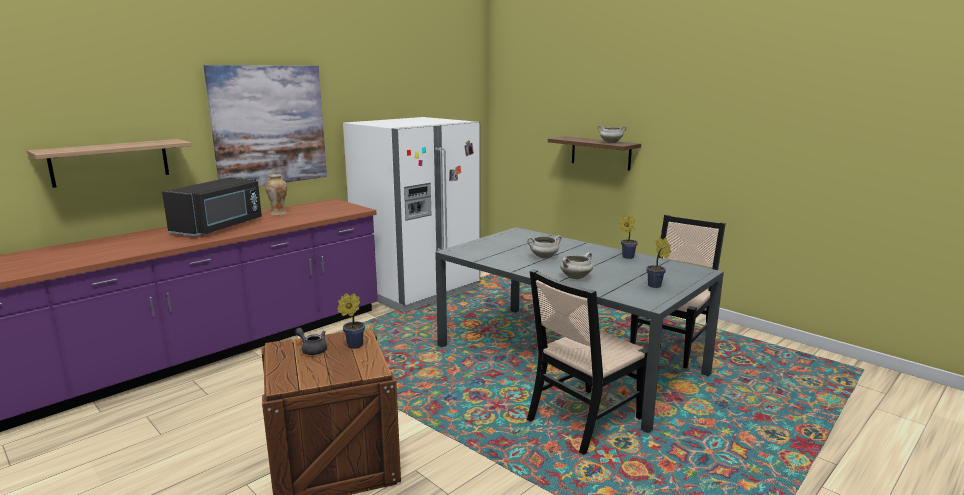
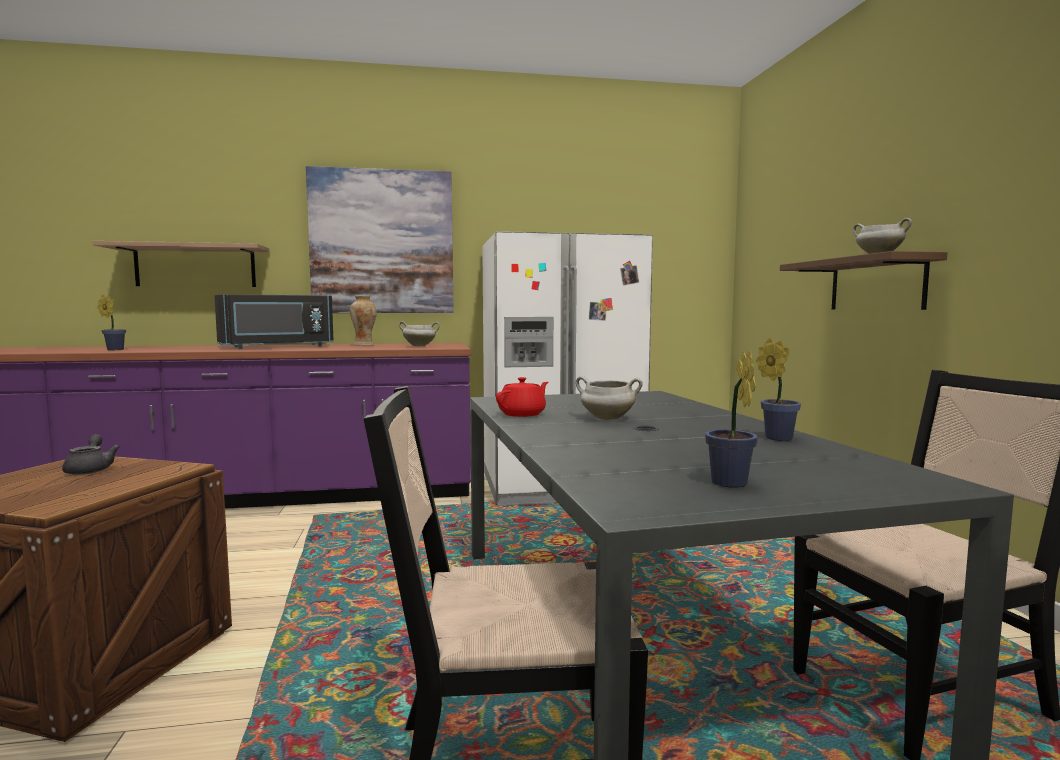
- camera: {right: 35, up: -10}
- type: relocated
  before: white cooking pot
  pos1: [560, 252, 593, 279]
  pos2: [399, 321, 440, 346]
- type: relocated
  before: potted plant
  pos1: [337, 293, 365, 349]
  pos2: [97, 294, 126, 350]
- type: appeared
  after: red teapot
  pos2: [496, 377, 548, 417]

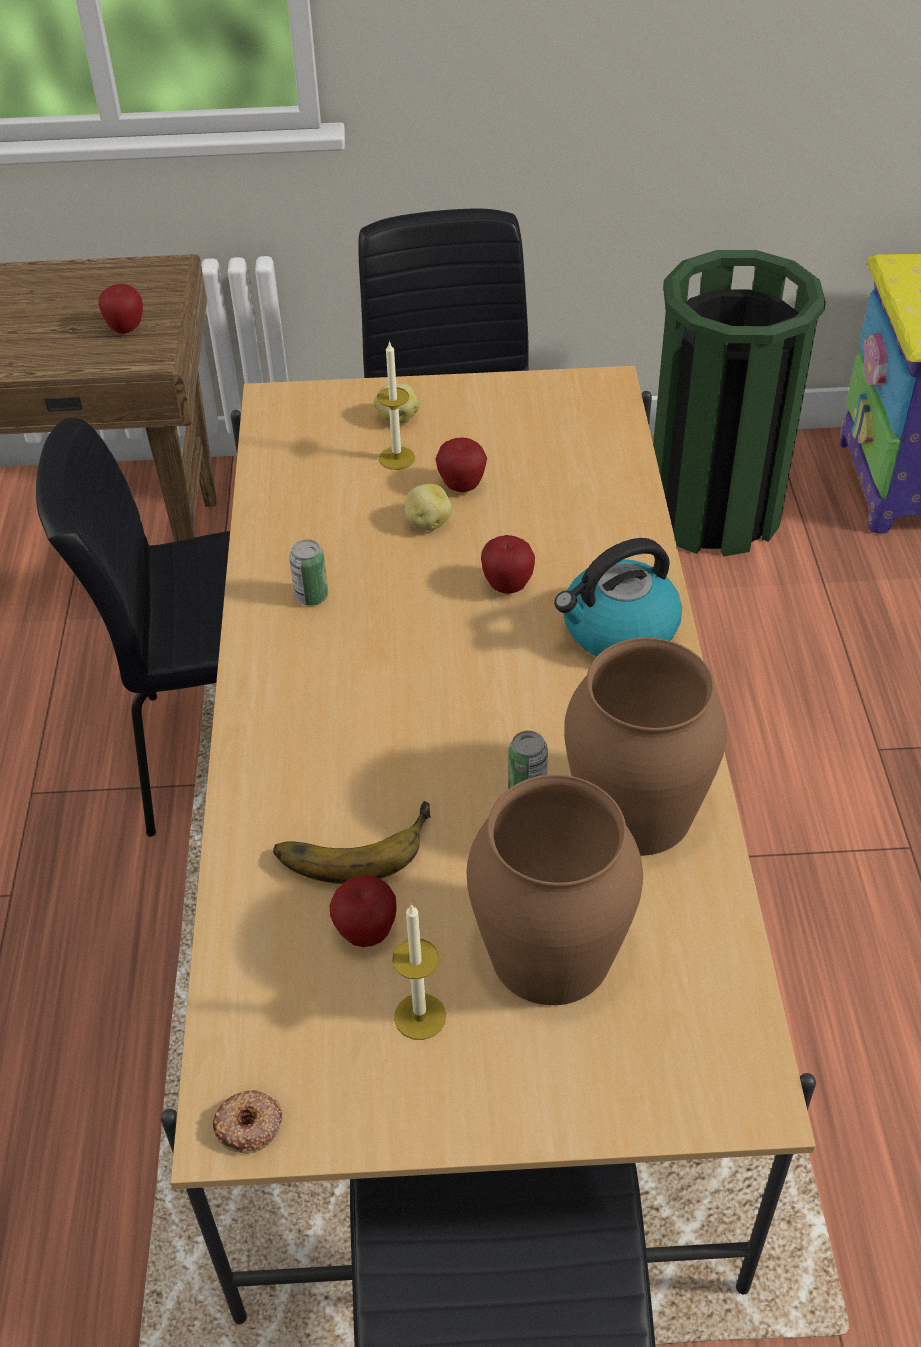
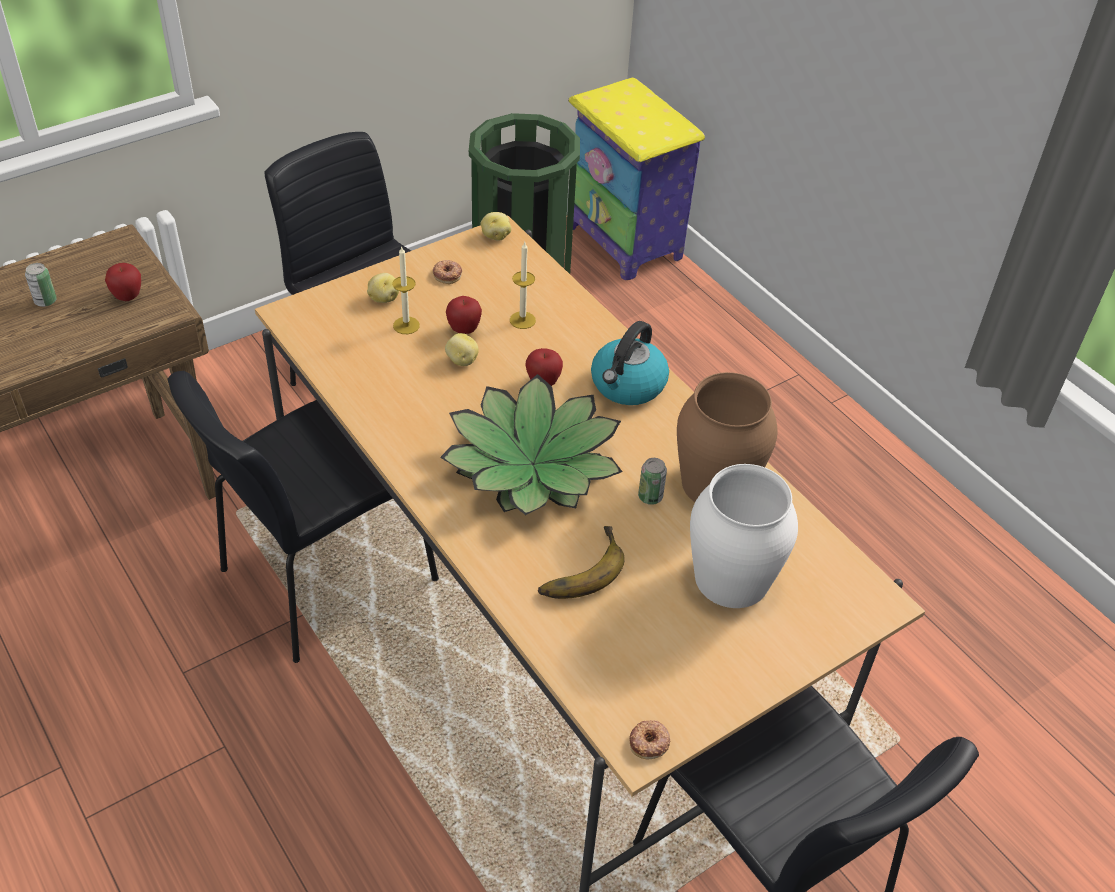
- camera: {right: -35, up: 0}
- type: relocated
  before: can
  pos1: [289, 539, 328, 606]
  pos2: [25, 263, 57, 307]
- type: colour
  before: brown vase
  after: white vase
  pos1: [467, 775, 643, 1005]
  pos2: [690, 464, 798, 608]
- type: missing
  before: apple
  pos1: [330, 875, 397, 947]
- type: relocated
  before: candle
  pos1: [392, 903, 446, 1040]
  pos2: [510, 242, 536, 329]
- type: appeared
  after: potato
  pos2: [480, 212, 511, 241]
- type: appeared
  after: donut
  pos2: [433, 260, 463, 284]
- type: appeared
  after: potted plant
  pos2: [440, 374, 623, 515]

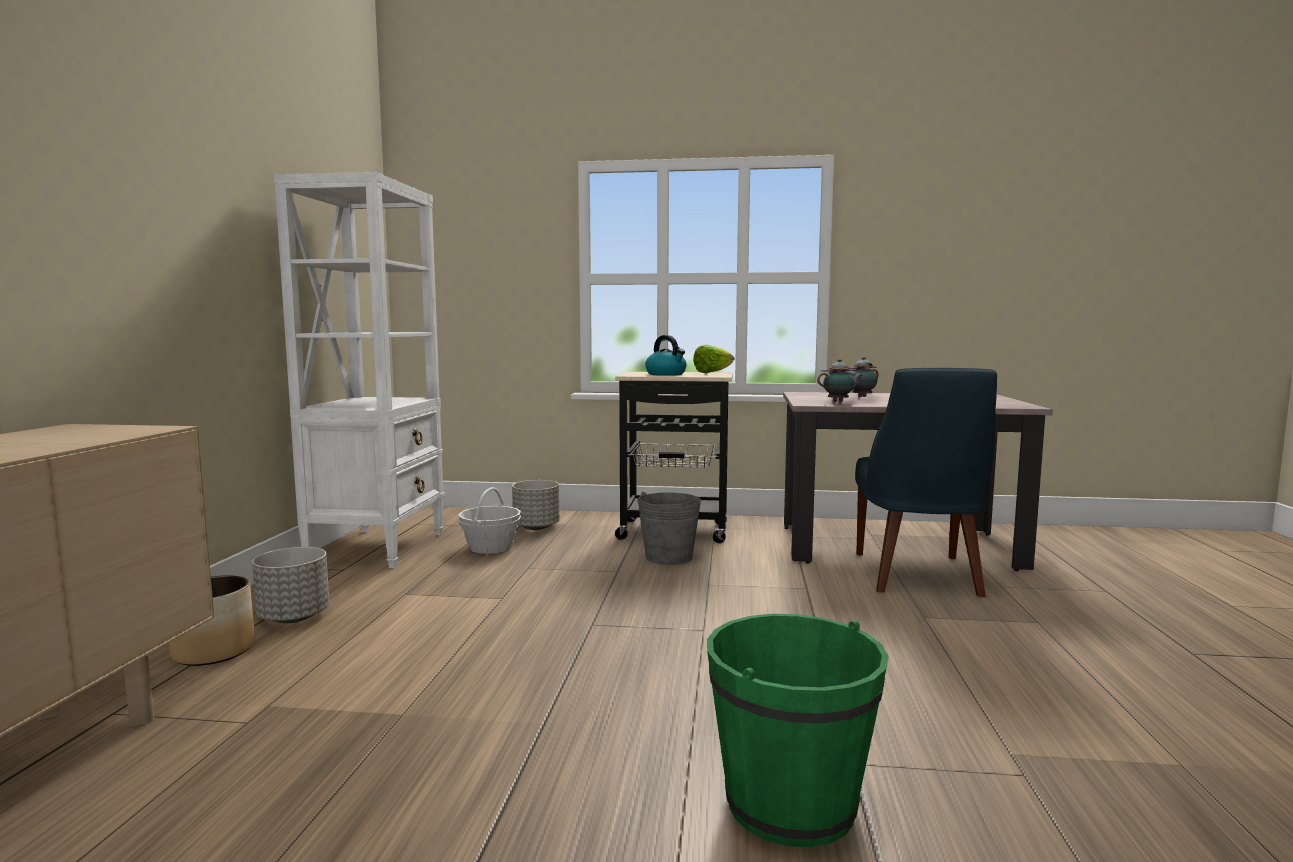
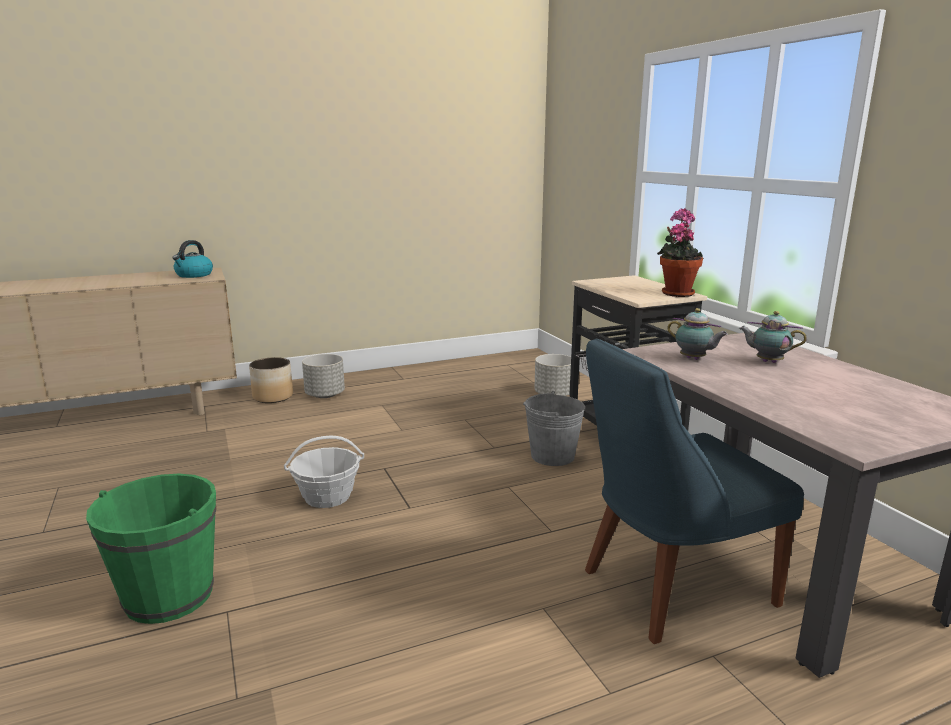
- camera: {right: 60, up: 10}
- type: missing
  before: white bookcase
  pos1: [274, 172, 445, 568]
- type: relocated
  before: kettle
  pos1: [645, 335, 687, 376]
  pos2: [172, 240, 213, 278]
- type: exchanged
  before: lettuce
  after: potted plant
  pos1: [693, 345, 734, 373]
  pos2: [657, 208, 704, 297]
- type: relocated
  before: basket
  pos1: [458, 487, 521, 554]
  pos2: [284, 436, 364, 508]

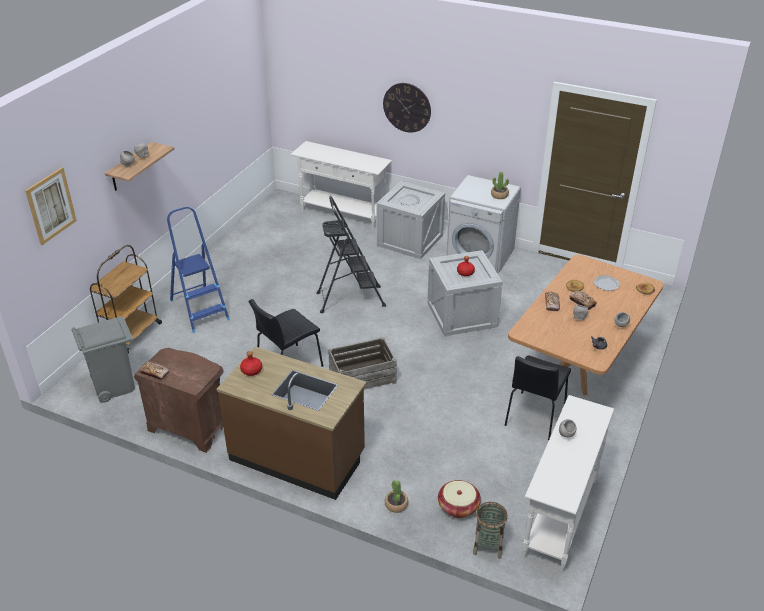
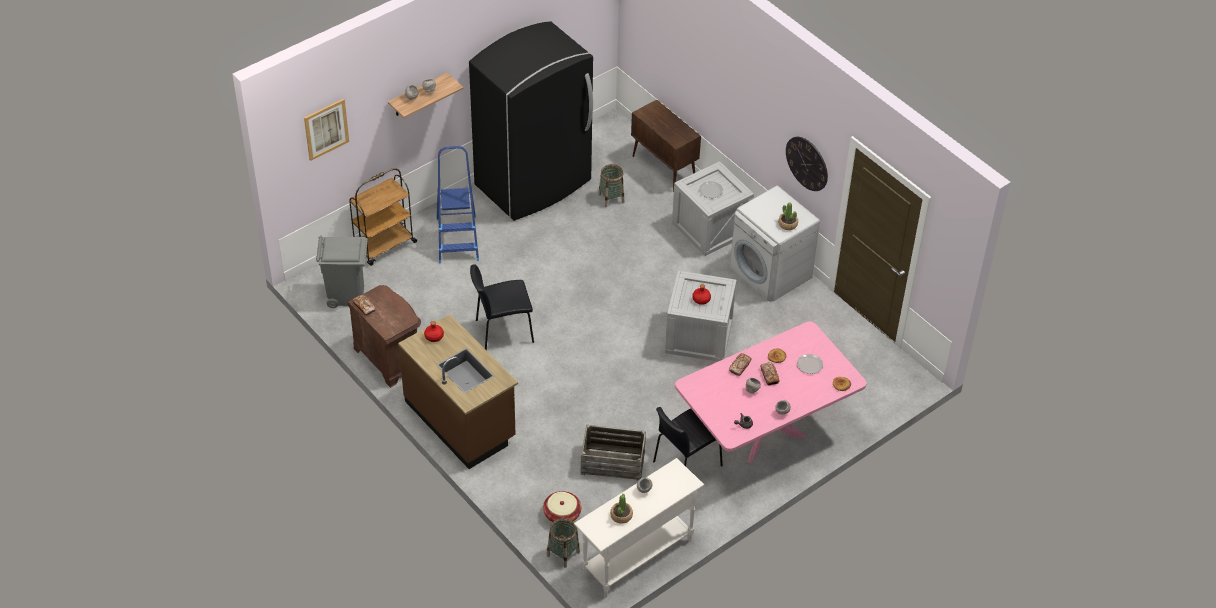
- camera: {right: 25, up: 10}
- type: relocated
  before: wall clock
  pos1: [383, 83, 431, 133]
  pos2: [786, 137, 828, 191]
- type: exchanged
  before: white console table
  after: brown cabinet
  pos1: [290, 141, 392, 229]
  pos2: [631, 100, 701, 192]
- type: missing
  before: step ladder
  pos1: [316, 196, 386, 313]
- type: colour
  before: brown dining table
  after: pink dining table
  pos1: [508, 254, 664, 396]
  pos2: [675, 322, 867, 463]
- type: relocated
  before: crate
  pos1: [328, 337, 397, 390]
  pos2: [581, 425, 646, 481]
- type: relocated
  before: potted plant
  pos1: [385, 480, 408, 513]
  pos2: [610, 494, 633, 524]
- type: appeared
  after: black fridge
  pos2: [469, 21, 593, 221]
- type: appeared
  after: basket
  pos2: [598, 164, 624, 207]

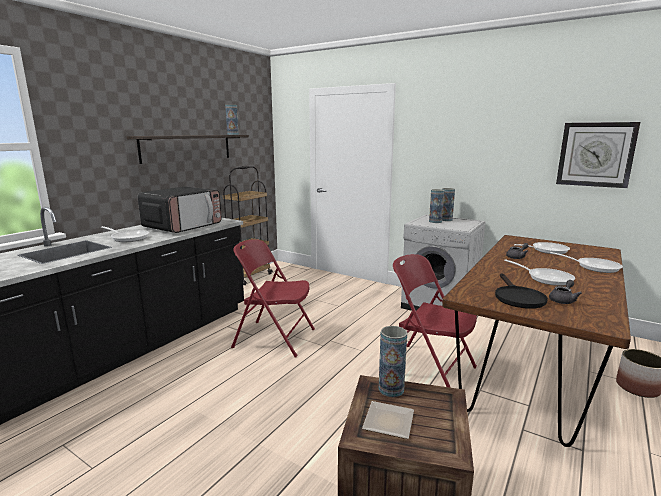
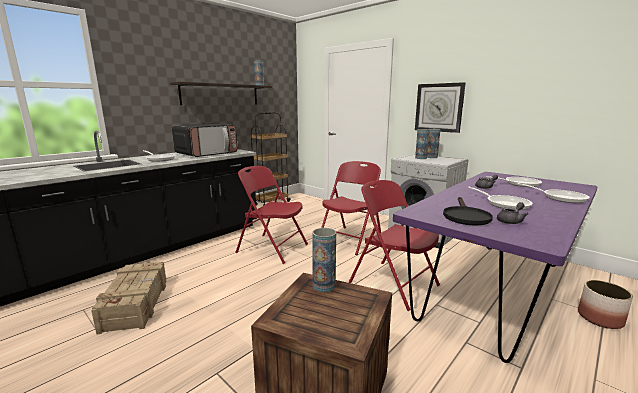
- camera: {right: 10, up: 0}
- type: relocated
  before: wall clock
  pos1: [556, 122, 640, 188]
  pos2: [415, 82, 466, 133]
- type: colour
  before: brown dining table
  after: purple dining table
  pos1: [442, 235, 631, 447]
  pos2: [393, 172, 598, 363]
- type: missing
  before: plate
  pos1: [362, 401, 414, 439]
- type: appeared
  after: red chair
  pos2: [321, 161, 381, 255]
- type: appeared
  after: crate
  pos2: [91, 262, 167, 334]

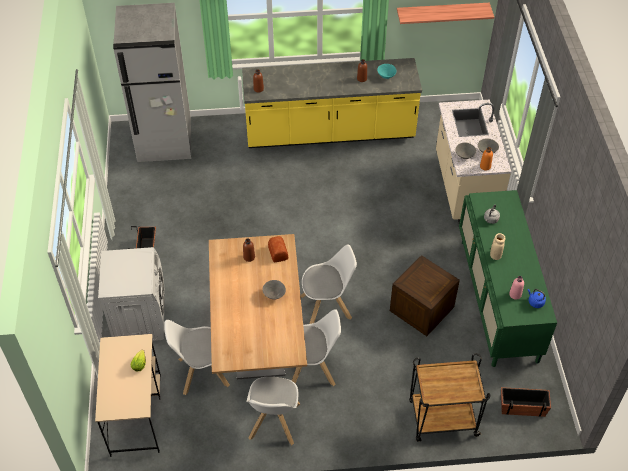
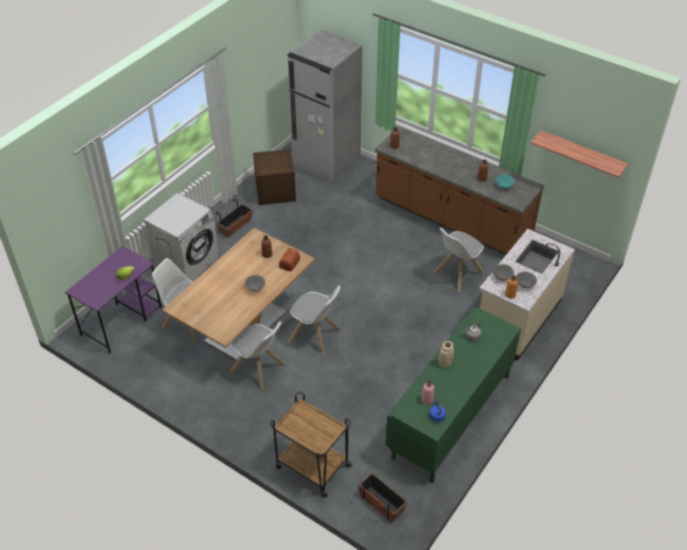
- camera: {right: 40, up: -5}
- type: colour
  before: yellow counter
  after: brown counter
  pos1: [242, 58, 422, 148]
  pos2: [375, 126, 544, 255]
- type: relocated
  before: crate
  pos1: [390, 255, 460, 336]
  pos2: [253, 149, 296, 205]
- type: colour
  before: beige desk
  after: purple desk
  pos1: [95, 334, 161, 457]
  pos2: [65, 246, 162, 354]
- type: relocated
  before: chair
  pos1: [247, 377, 301, 445]
  pos2: [433, 228, 484, 292]

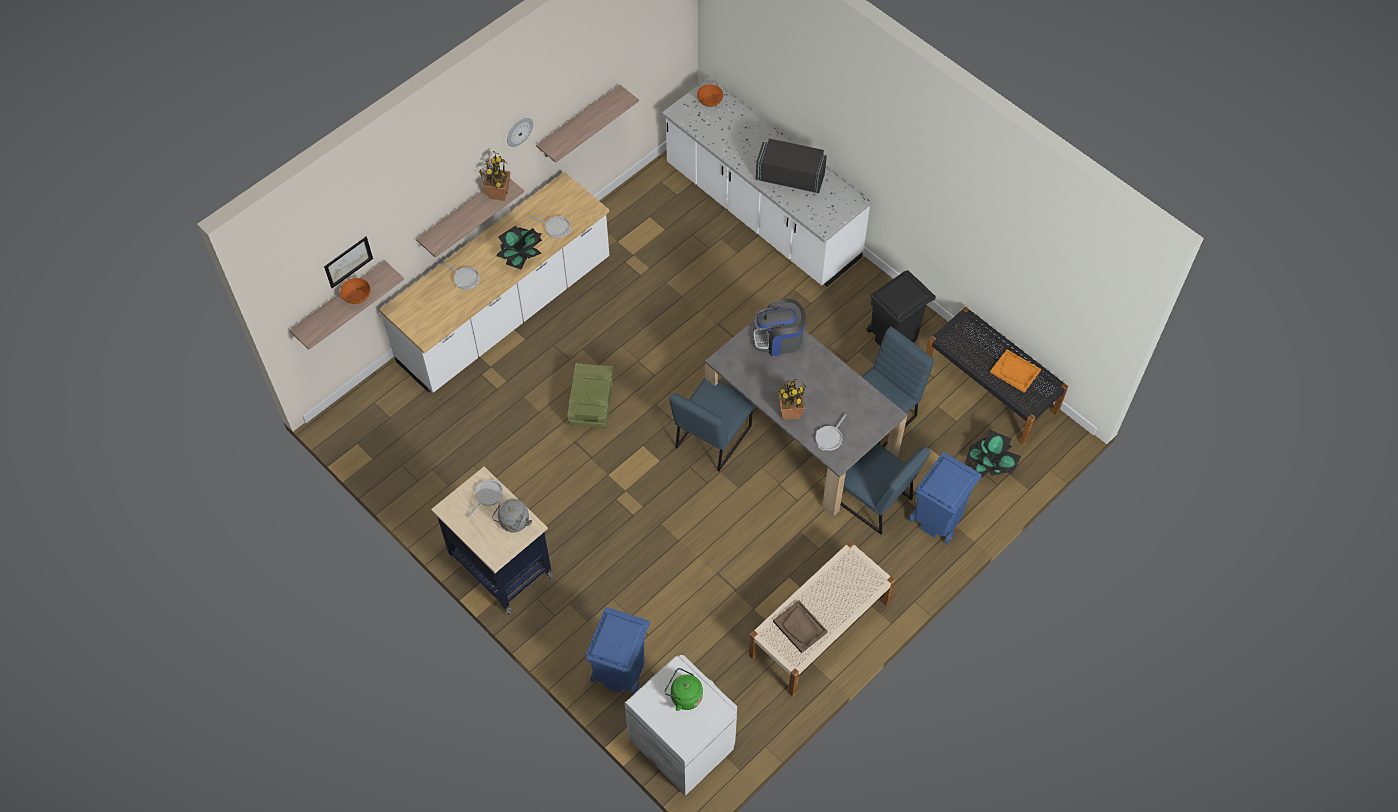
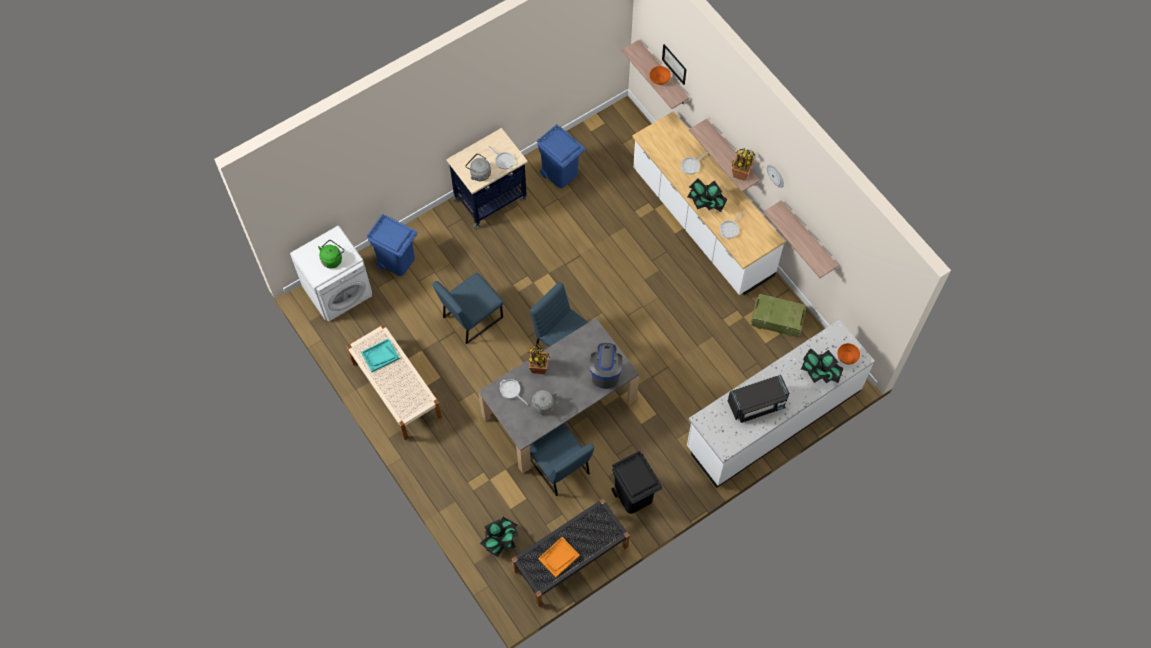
- camera: {right: 100, up: 5}
- type: spun
  before: black microwave
  pos1: [756, 138, 827, 194]
  pos2: [728, 375, 789, 423]
  turn: 45
- type: relocated
  before: crate
  pos1: [567, 362, 614, 429]
  pos2: [751, 294, 806, 337]
- type: relocated
  before: blue chair
  pos1: [841, 443, 931, 534]
  pos2: [432, 273, 503, 344]
- type: relocated
  before: blue trash can
  pos1: [909, 452, 982, 543]
  pos2: [537, 124, 585, 188]
- type: colour
  before: brown tray
  after: turquoise tray
  pos1: [773, 600, 828, 653]
  pos2: [361, 338, 400, 372]
- type: appeared
  after: potted plant
  pos2: [801, 349, 844, 383]
- type: appeared
  after: grey kettle
  pos2: [532, 390, 558, 415]

